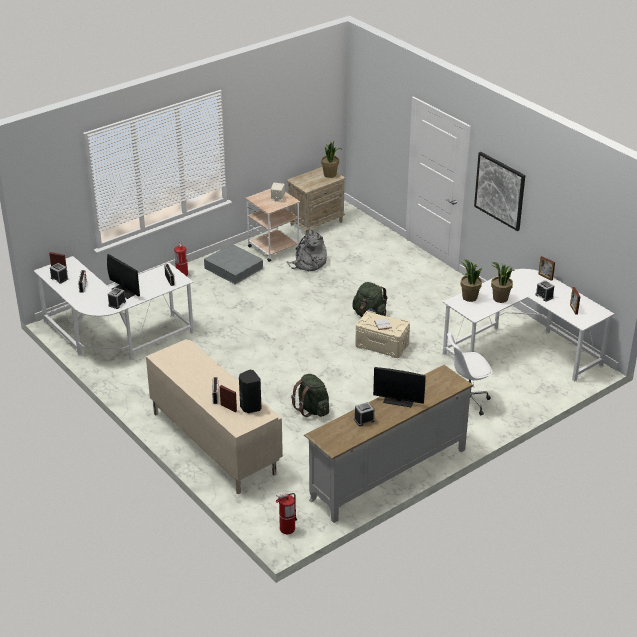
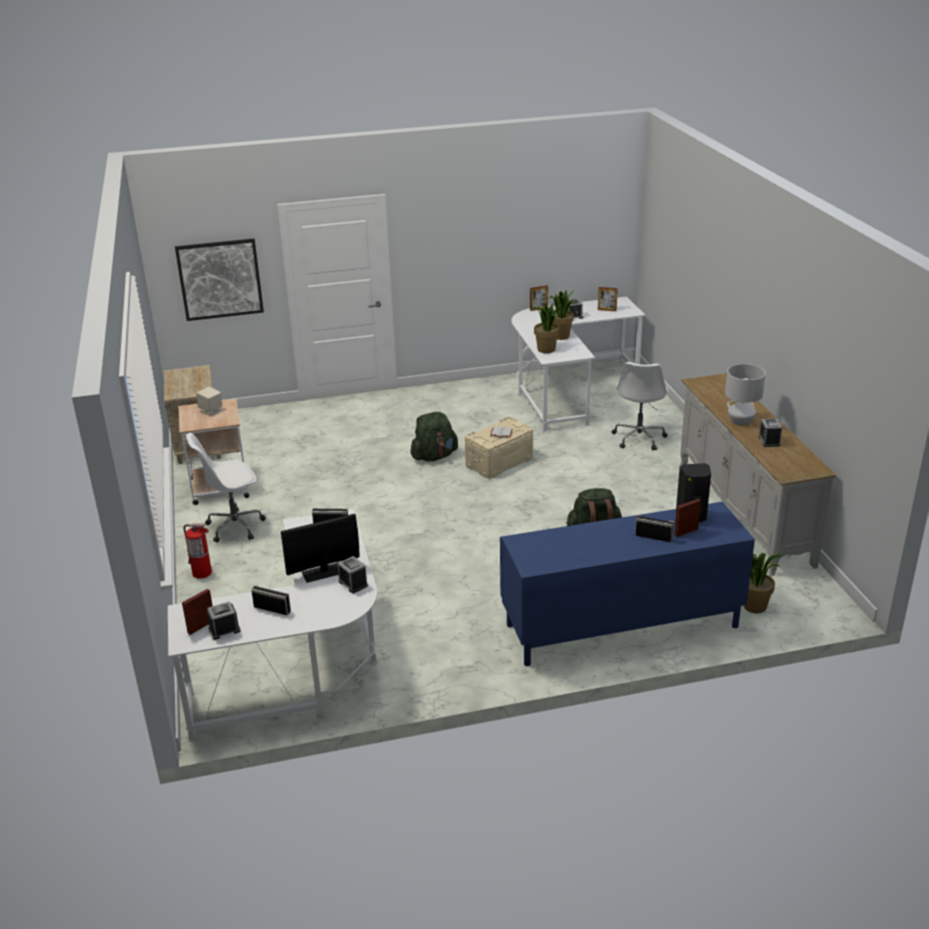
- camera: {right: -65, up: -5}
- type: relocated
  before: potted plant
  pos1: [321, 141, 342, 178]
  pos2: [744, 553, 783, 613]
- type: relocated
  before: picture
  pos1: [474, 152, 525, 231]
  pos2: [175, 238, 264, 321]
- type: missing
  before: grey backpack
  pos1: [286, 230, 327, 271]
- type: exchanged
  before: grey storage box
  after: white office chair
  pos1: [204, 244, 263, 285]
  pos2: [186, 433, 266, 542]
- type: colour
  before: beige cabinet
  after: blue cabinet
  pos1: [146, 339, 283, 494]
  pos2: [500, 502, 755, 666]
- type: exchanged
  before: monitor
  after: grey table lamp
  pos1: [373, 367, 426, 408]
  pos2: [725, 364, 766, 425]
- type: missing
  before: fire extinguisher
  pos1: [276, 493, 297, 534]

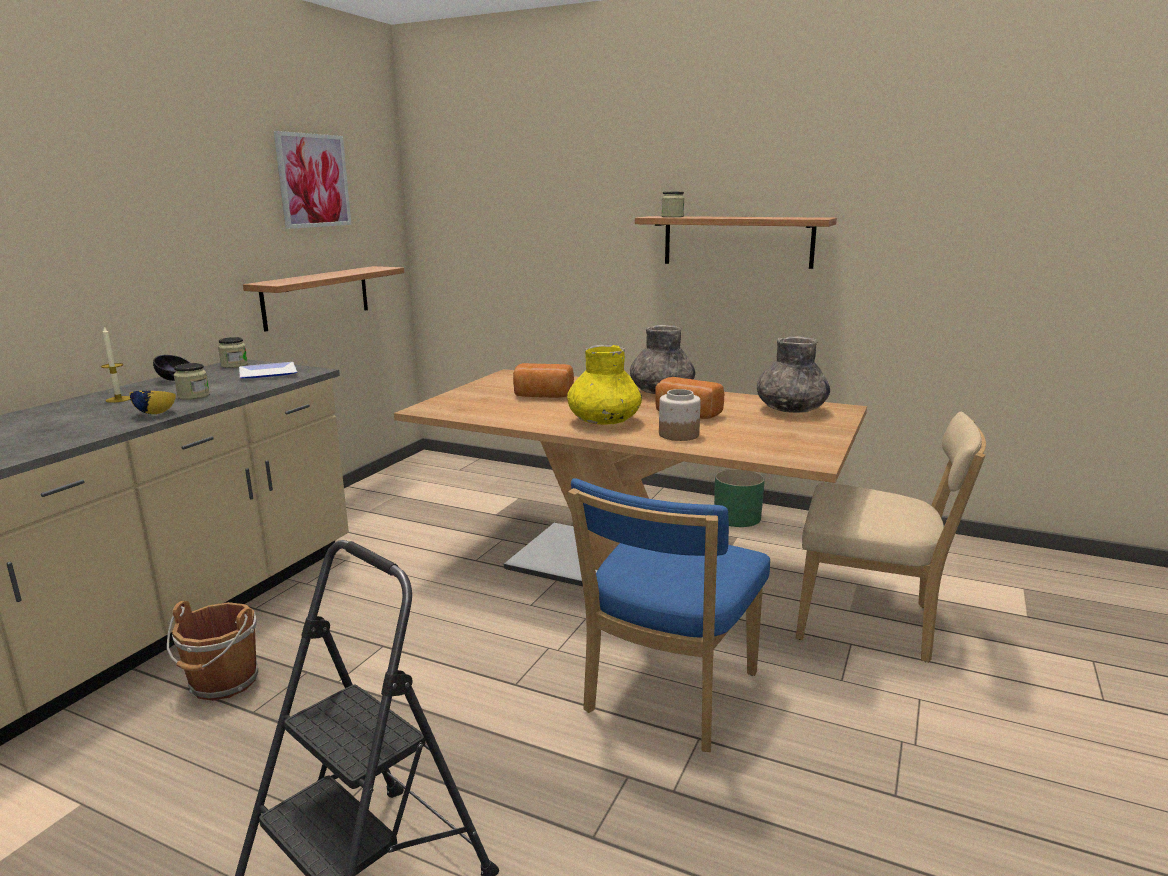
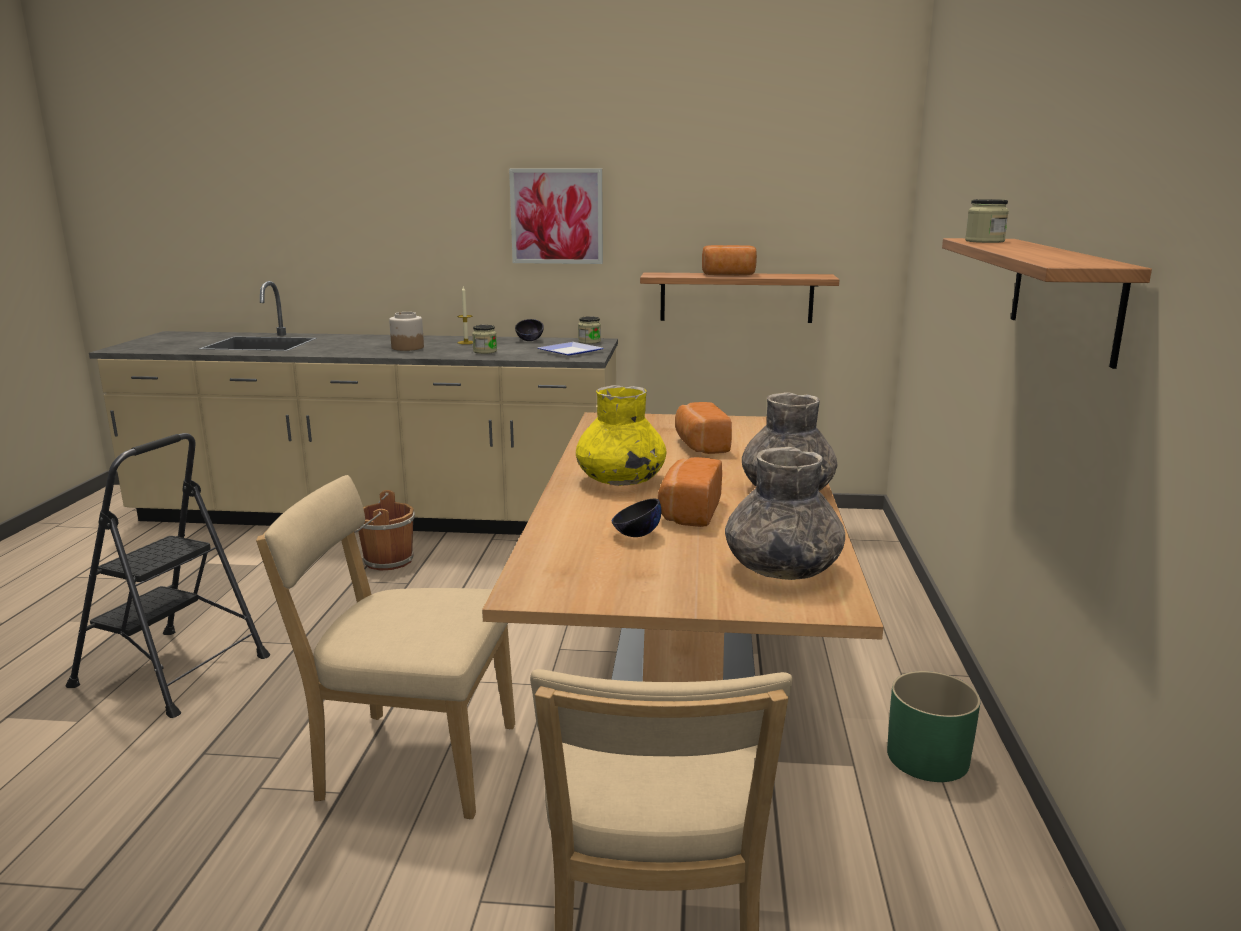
- camera: {right: 70, up: 0}
- type: relocated
  before: picture
  pos1: [274, 131, 351, 229]
  pos2: [509, 169, 603, 264]
- type: relocated
  before: jar
  pos1: [659, 389, 701, 441]
  pos2: [389, 312, 424, 351]
- type: missing
  before: yellow bowl
  pos1: [129, 391, 176, 414]
- type: colour
  before: blue chair
  after: beige chair
  pos1: [568, 478, 770, 752]
  pos2: [256, 475, 515, 819]
- type: appeared
  after: bread
  pos2: [702, 245, 757, 275]
- type: appeared
  after: black bowl
  pos2: [612, 499, 662, 537]

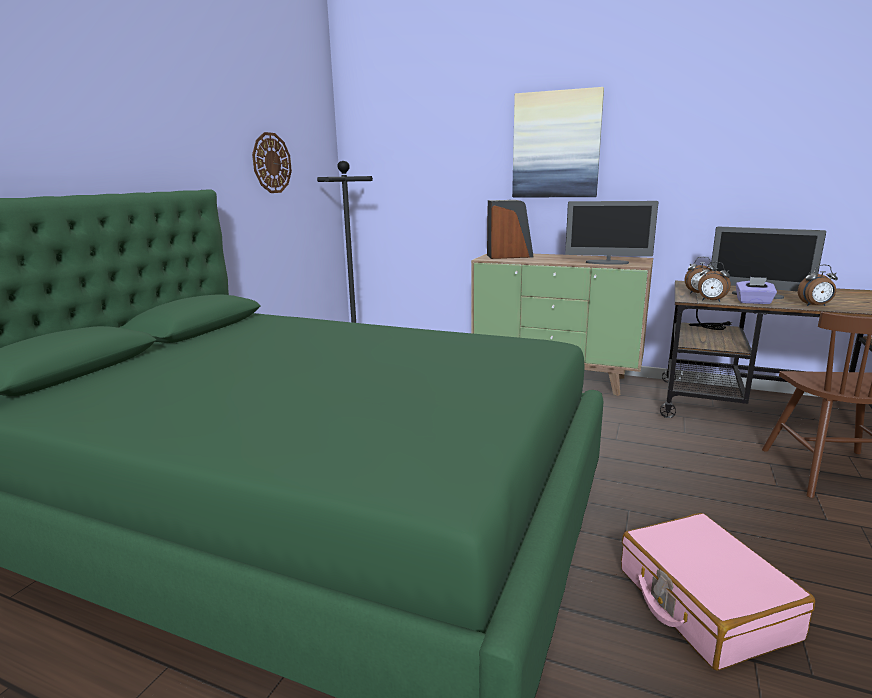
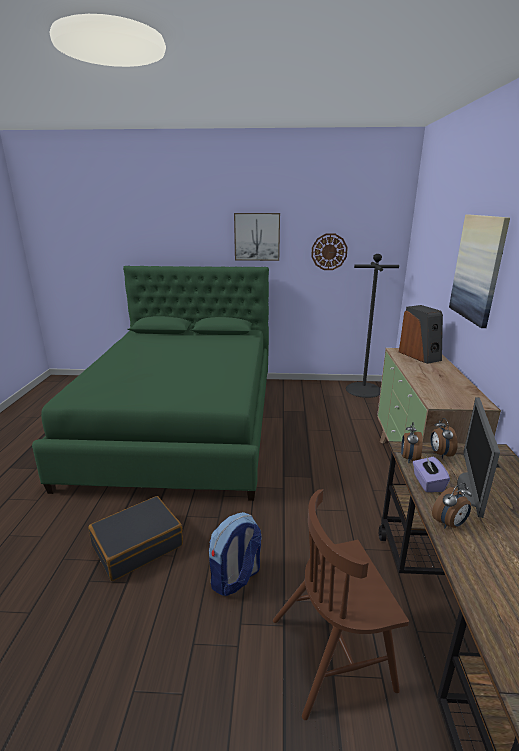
- camera: {right: 70, up: 5}
- type: missing
  before: monitor
  pos1: [565, 201, 658, 265]
- type: spun
  before: alarm clock
  pos1: [798, 265, 838, 306]
  pos2: [432, 482, 472, 529]
  turn: -105
- type: colour
  before: pink suitcase
  after: black suitcase
  pos1: [621, 513, 815, 671]
  pos2: [88, 496, 183, 581]
- type: appeared
  after: picture
  pos2: [234, 213, 280, 261]
- type: appeared
  after: backpack
  pos2: [209, 512, 261, 596]

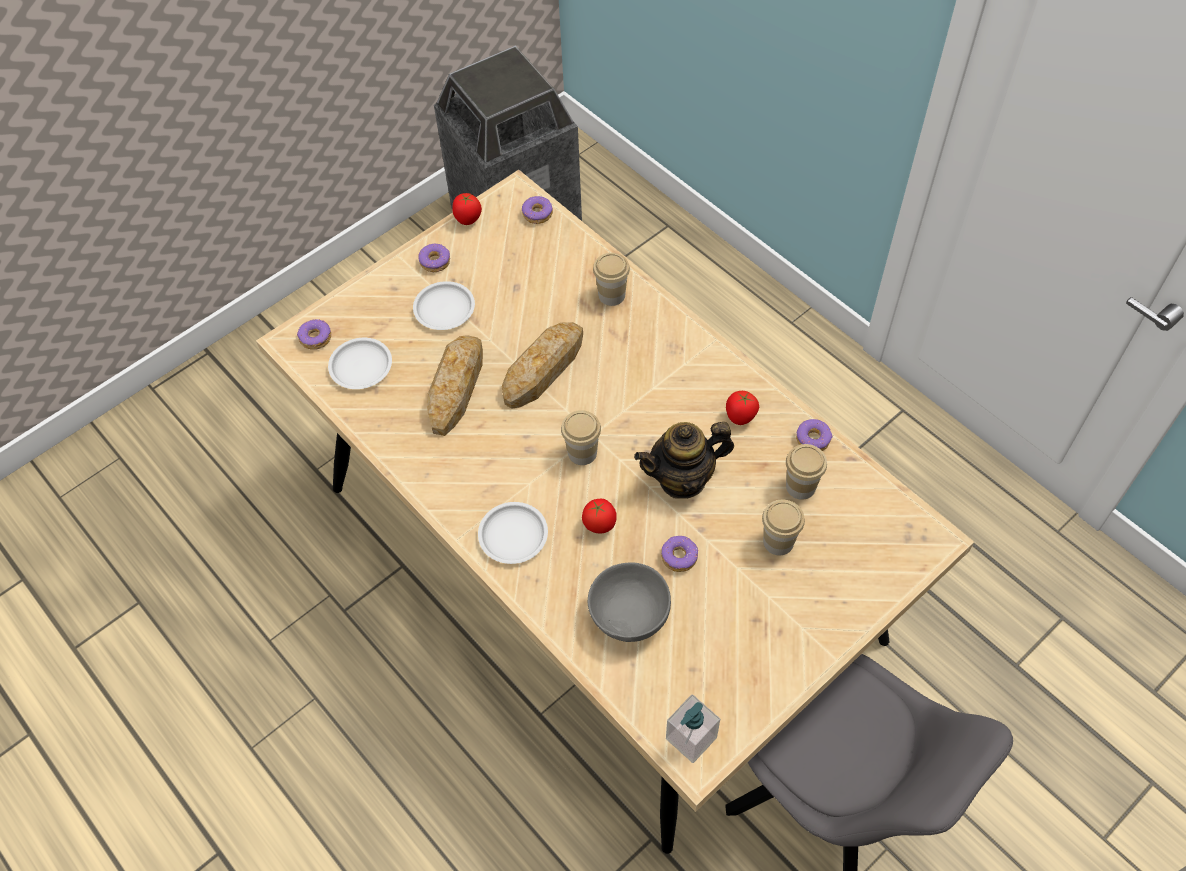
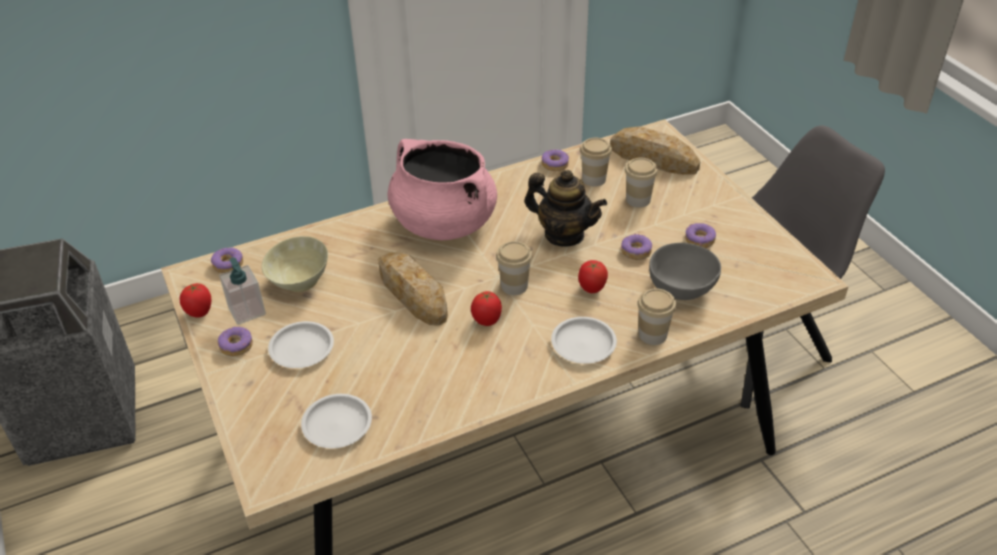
- camera: {right: -75, up: -15}
- type: relocated
  before: cup
  pos1: [593, 253, 630, 306]
  pos2: [637, 288, 676, 345]
- type: relocated
  before: donut
  pos1: [297, 319, 331, 350]
  pos2: [685, 223, 716, 248]
- type: relocated
  before: bread
  pos1: [427, 335, 483, 436]
  pos2: [610, 126, 700, 174]
- type: relocated
  before: tomato
  pos1: [726, 391, 759, 425]
  pos2: [471, 291, 502, 326]
- type: spun
  before: teapot
  pos1: [634, 422, 734, 499]
  pos2: [524, 170, 607, 247]
  turn: -60
- type: relocated
  before: soap dispenser
  pos1: [666, 694, 720, 763]
  pos2: [219, 257, 266, 325]
- type: appeared
  after: pink cooking pot
  pos2: [387, 139, 497, 240]
- type: appeared
  after: beige bowl
  pos2: [262, 236, 328, 292]

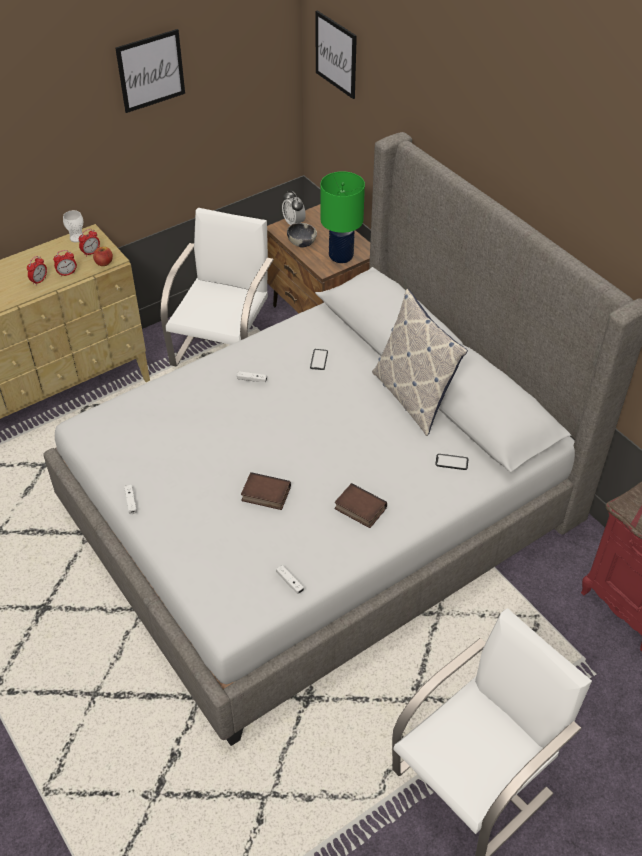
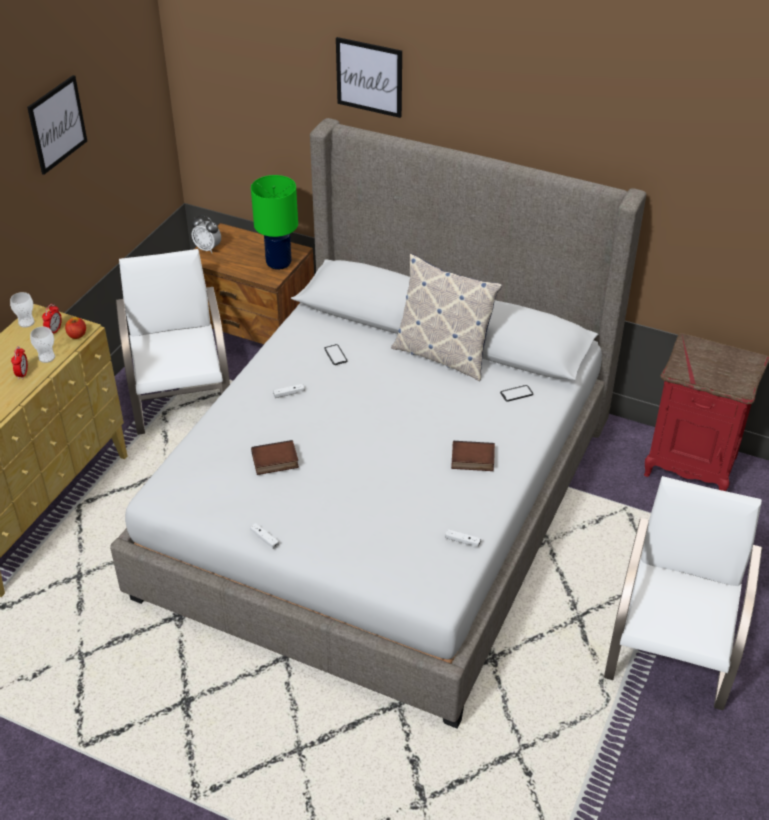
- camera: {right: -30, up: -5}
- type: relocated
  before: picture
  pos1: [316, 10, 357, 99]
  pos2: [336, 37, 402, 118]
- type: missing
  before: bowl
  pos1: [287, 223, 317, 248]
- type: exchanged
  before: alarm clock
  after: cup
  pos1: [53, 250, 77, 276]
  pos2: [30, 327, 55, 363]
- type: relocated
  before: book
  pos1: [241, 472, 291, 510]
  pos2: [251, 440, 299, 475]

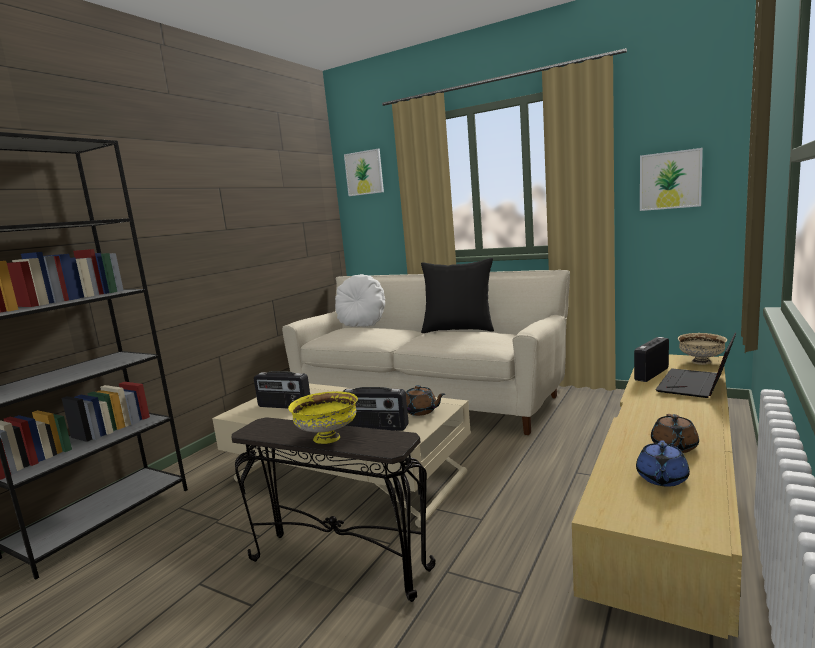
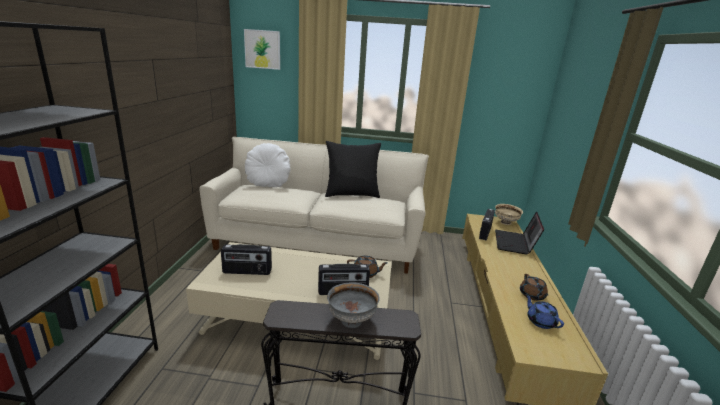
- camera: {right: -25, up: 10}
- type: missing
  before: picture
  pos1: [640, 148, 703, 211]
- type: colour
  before: yellow bowl
  after: grey bowl
  pos1: [288, 391, 358, 444]
  pos2: [327, 282, 380, 328]
- type: spun
  before: blue teapot
  pos1: [636, 440, 690, 487]
  pos2: [526, 294, 564, 329]
  turn: 150

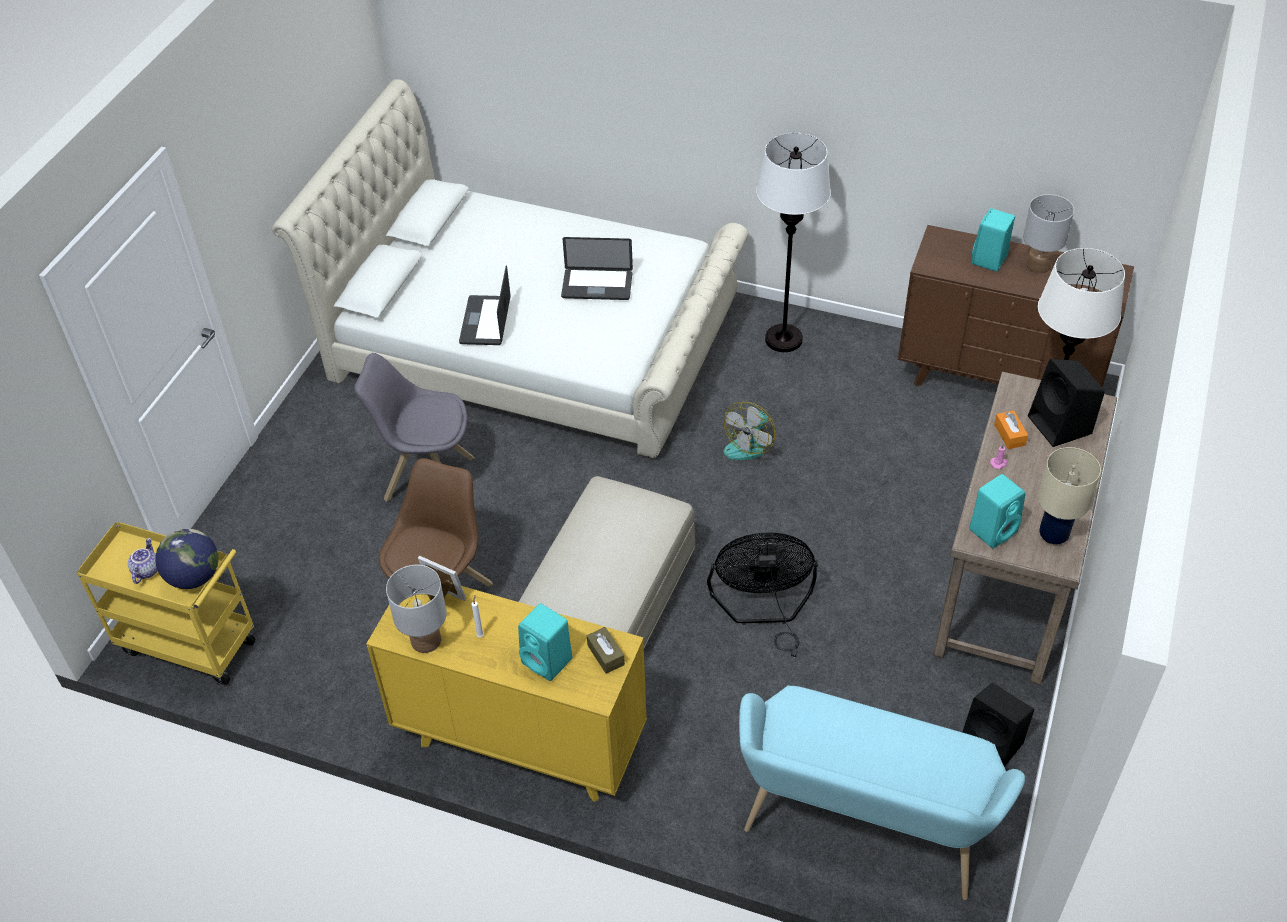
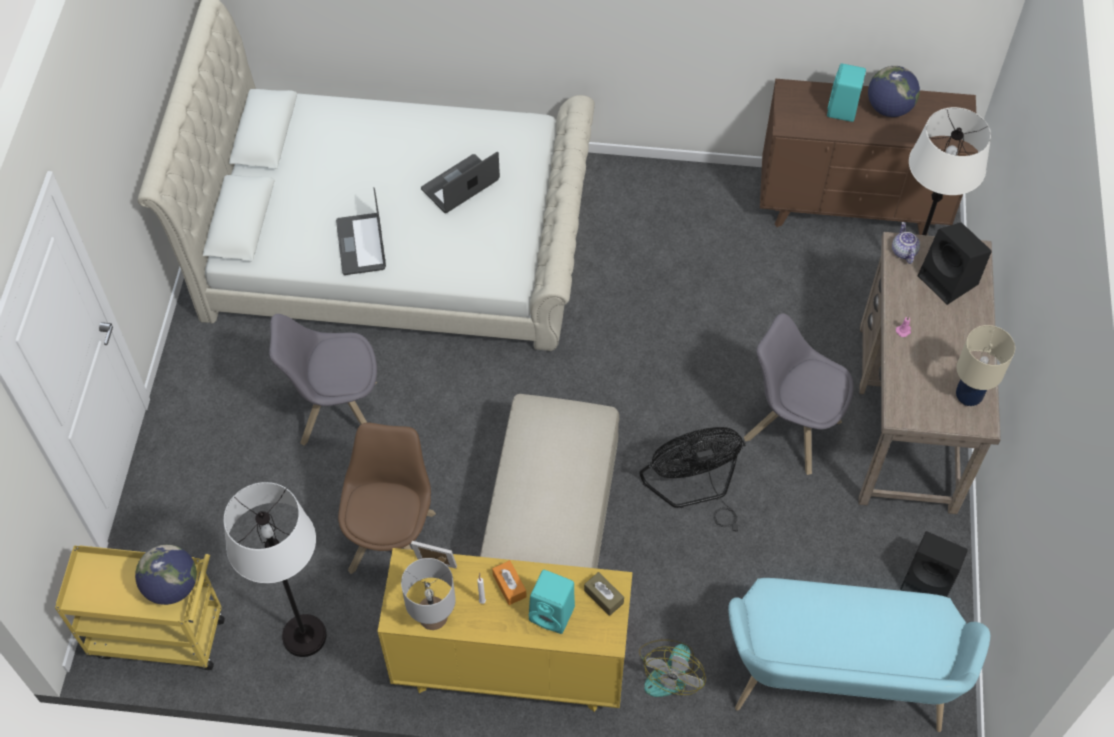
- camera: {right: -15, up: 10}
- type: relocated
  before: white floor lamp
  pos1: [756, 133, 831, 352]
  pos2: [224, 482, 327, 657]
- type: exchanged
  before: grey table lamp
  after: globe
  pos1: [1023, 194, 1074, 274]
  pos2: [868, 66, 920, 117]
- type: spun
  before: laptop
  pos1: [561, 237, 633, 300]
  pos2: [421, 152, 500, 213]
  turn: 150
- type: relocated
  before: fan
  pos1: [724, 402, 775, 460]
  pos2: [639, 639, 706, 697]
- type: relocated
  before: orange tissue box
  pos1: [994, 411, 1028, 449]
  pos2: [492, 560, 527, 605]
- type: missing
  before: turquoise speaker
  pos1: [969, 474, 1025, 548]
- type: relocated
  before: teapot
  pos1: [128, 538, 158, 584]
  pos2: [892, 222, 920, 264]
- type: appeared
  after: grey chair
  pos2: [744, 313, 854, 475]

